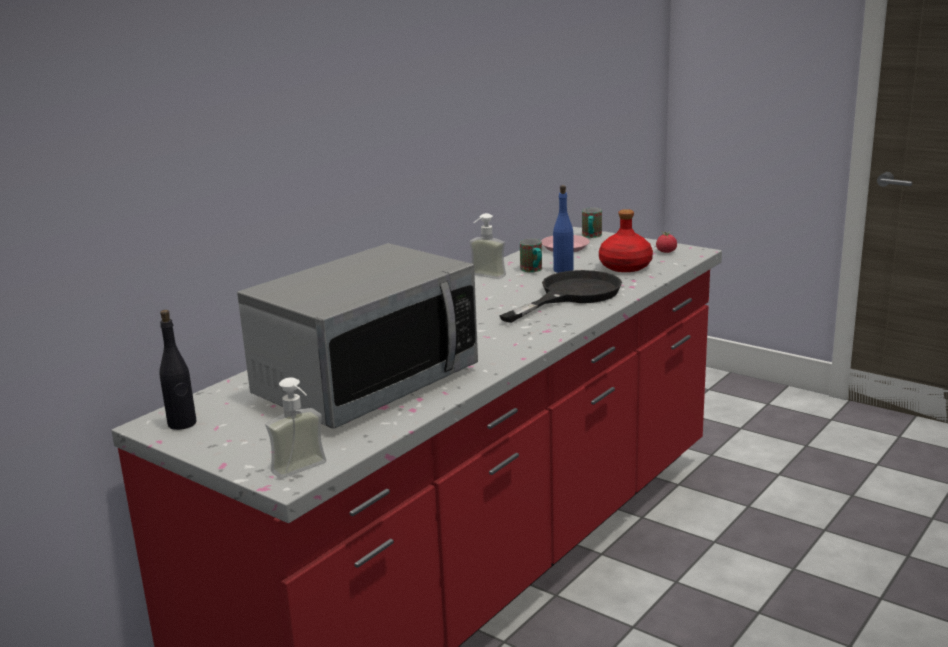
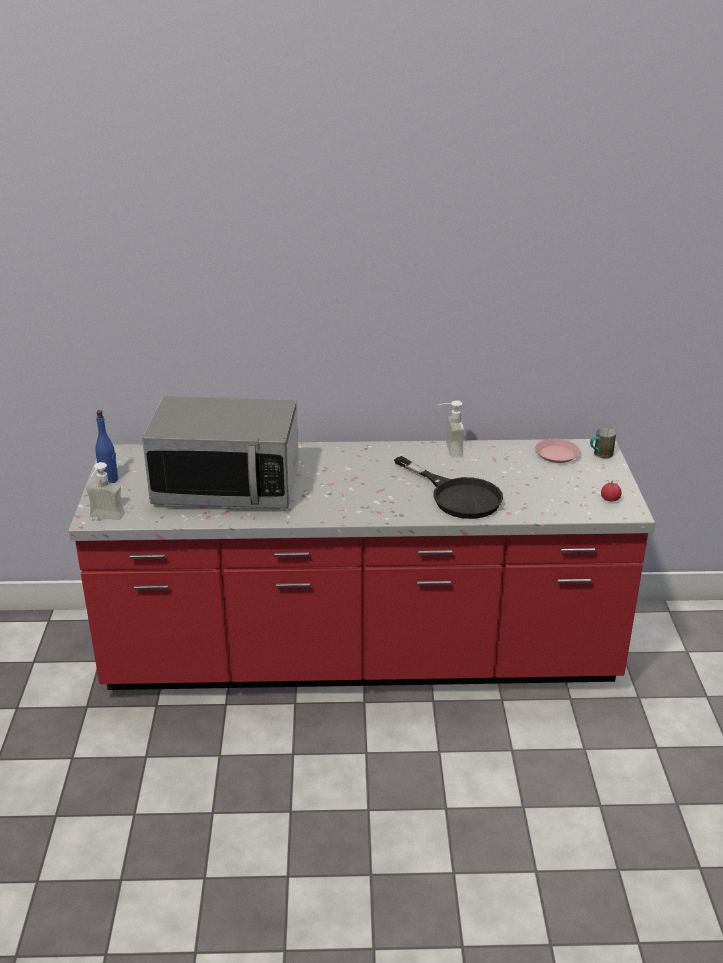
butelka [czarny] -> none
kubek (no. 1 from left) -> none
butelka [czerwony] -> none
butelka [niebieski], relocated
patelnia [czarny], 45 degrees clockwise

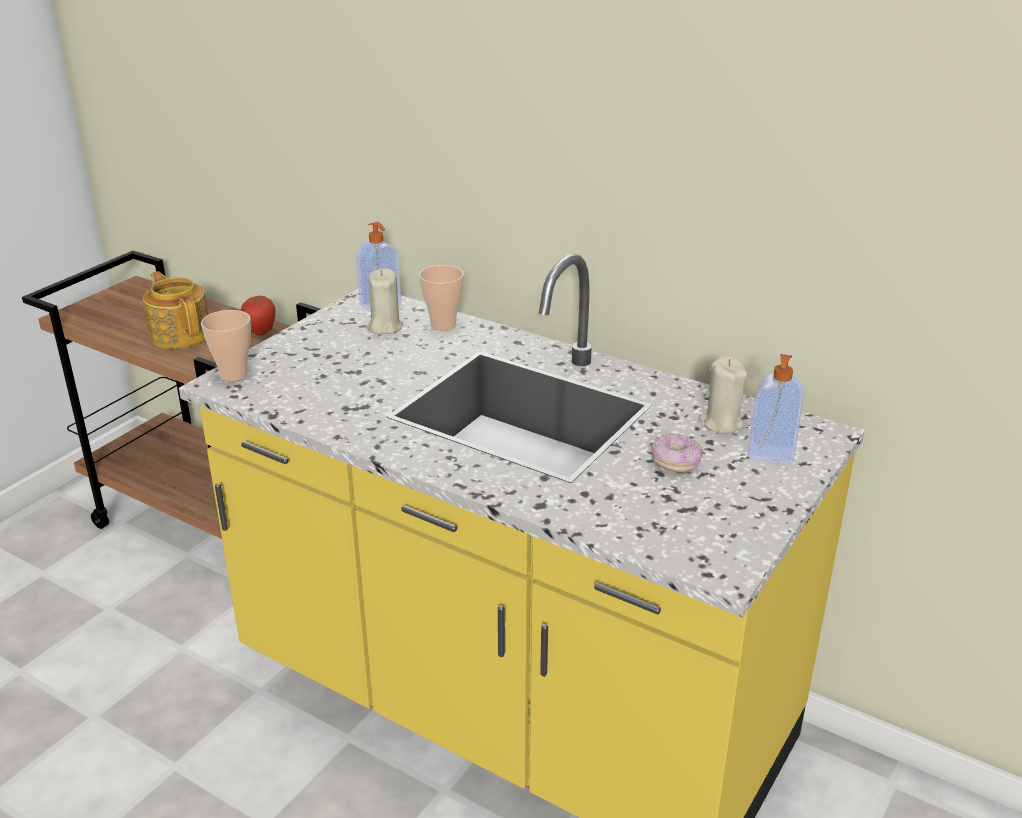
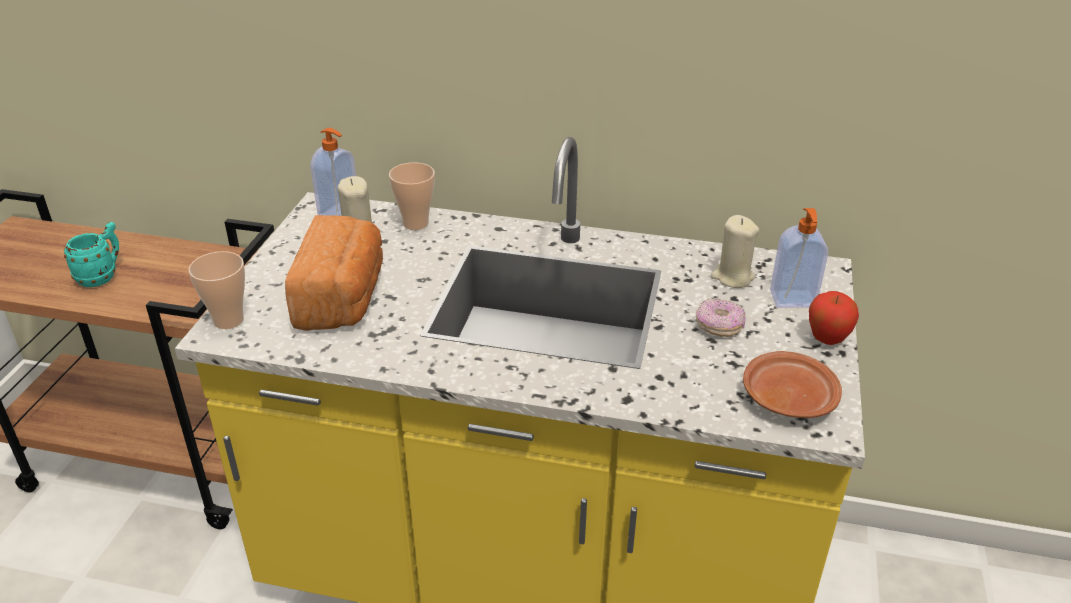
none -> chleb
none -> talerz [brązowy]
jabłko, relocated
imbryk -> kubek [turkusowy]

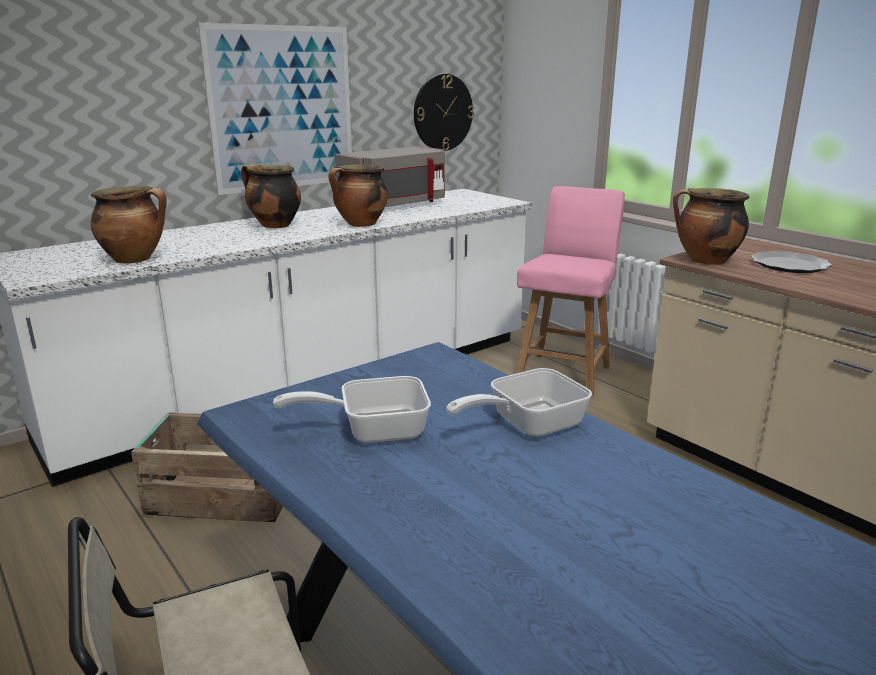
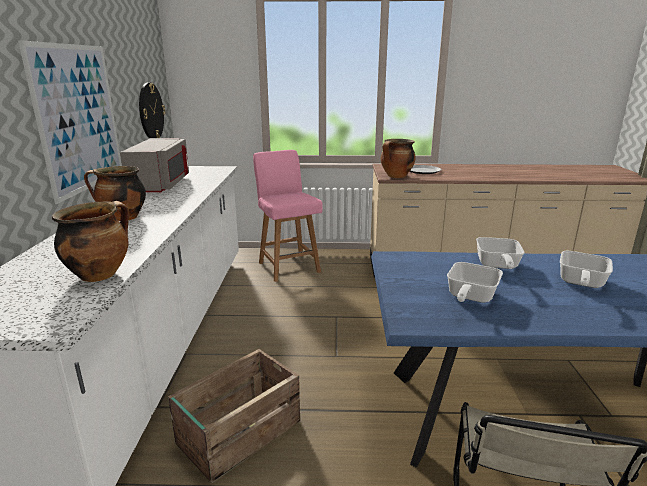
garnek (no. 3 from left) -> none
none -> patelnia (no. 3 from left)

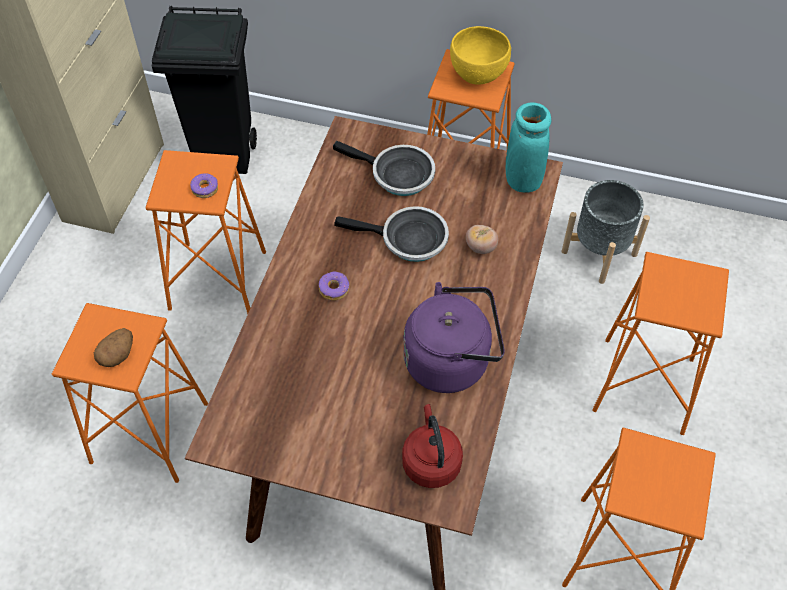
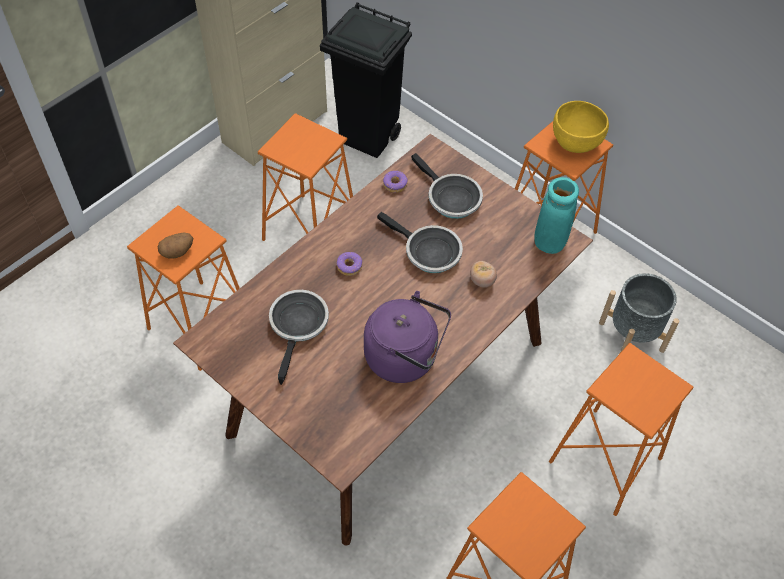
czajnik [czerwony] -> none
none -> patelnia (no. 1 from left)
donut (no. 1 from left in the first image) -> donut (no. 2 from left), relocated

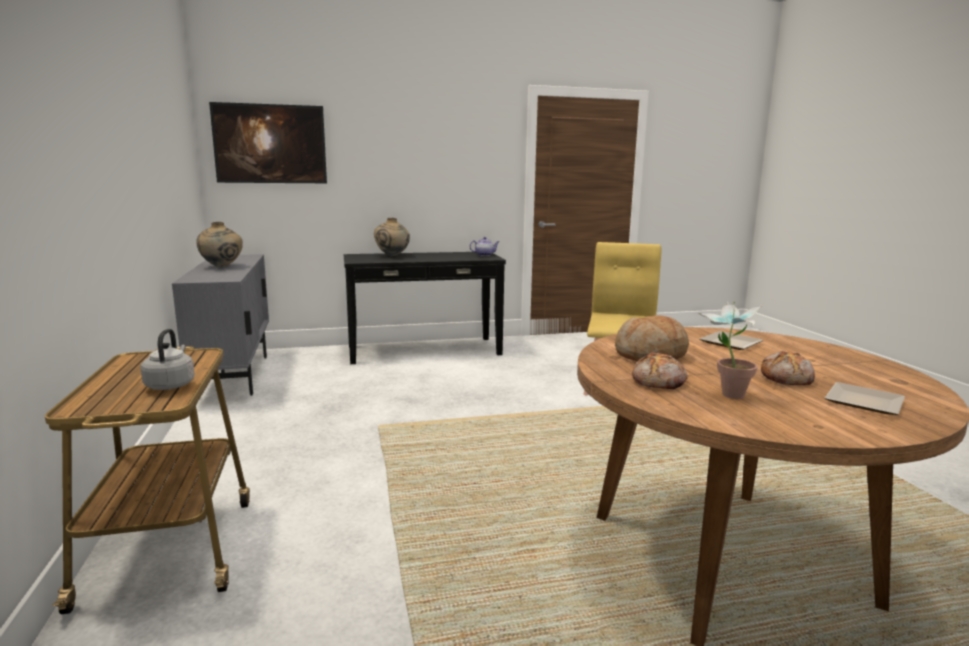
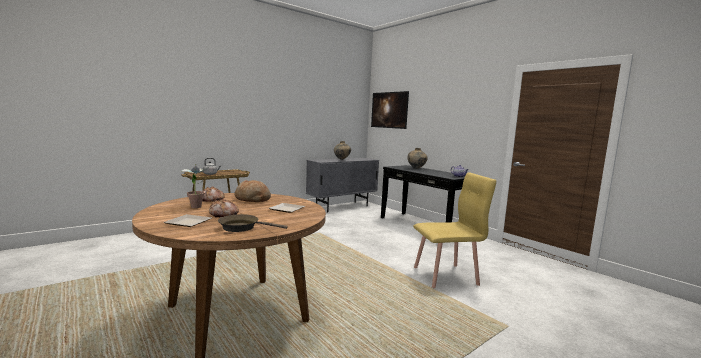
none -> patelnia [brązowy]

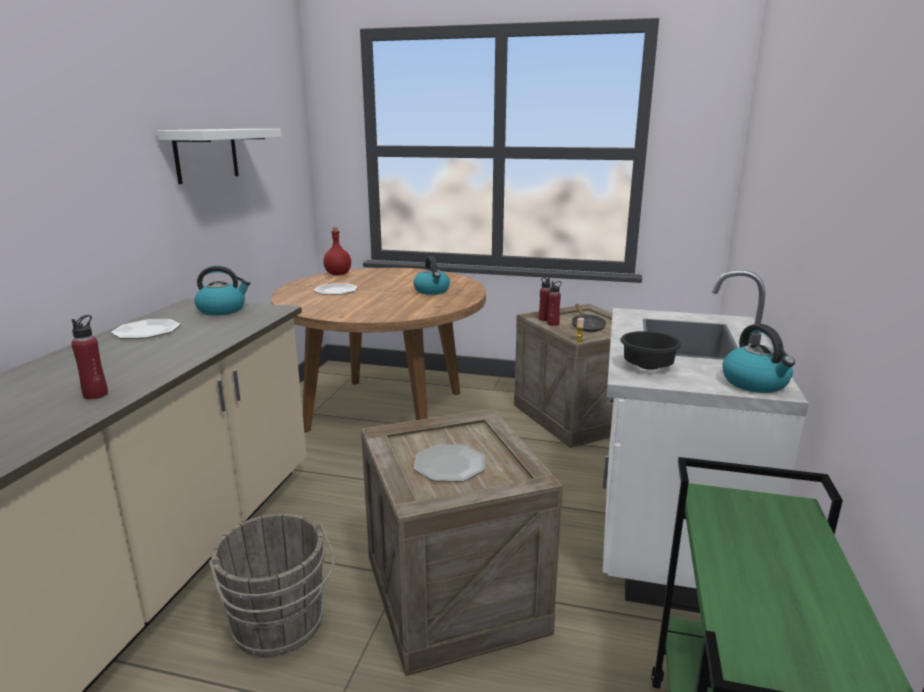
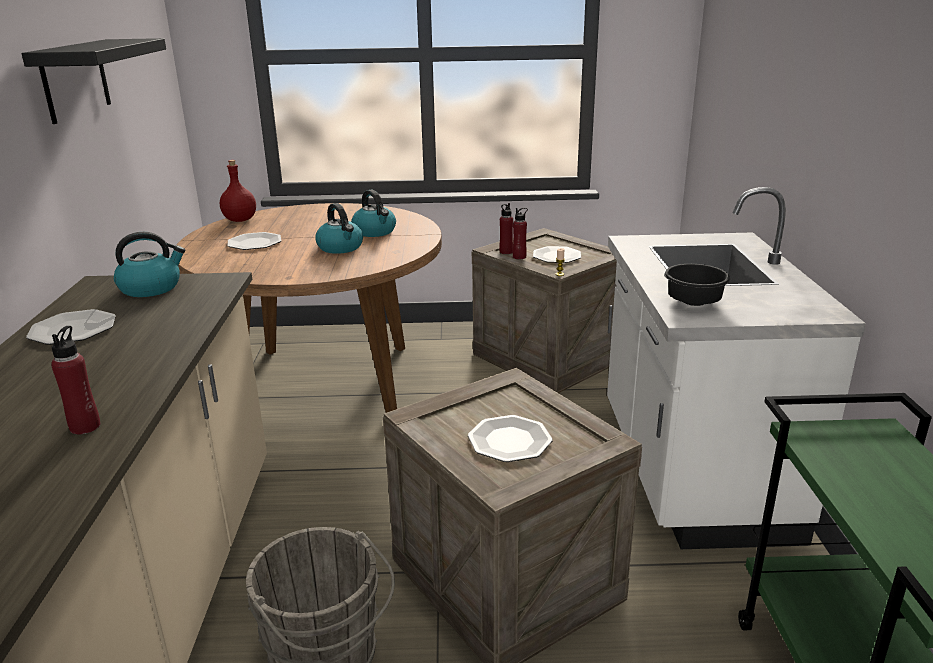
czajnik (no. 3 from left in the first image) -> czajnik (no. 2 from left), relocated
patelnia [czarny] -> talerz (no. 4 from left)
półka [biały] -> półka [czarny]

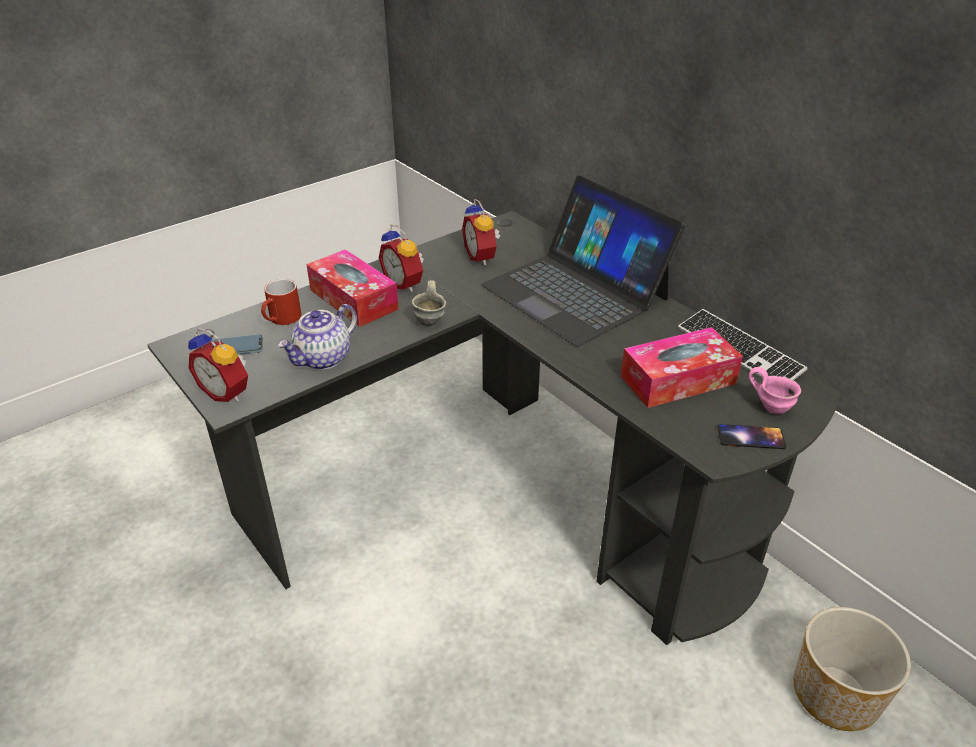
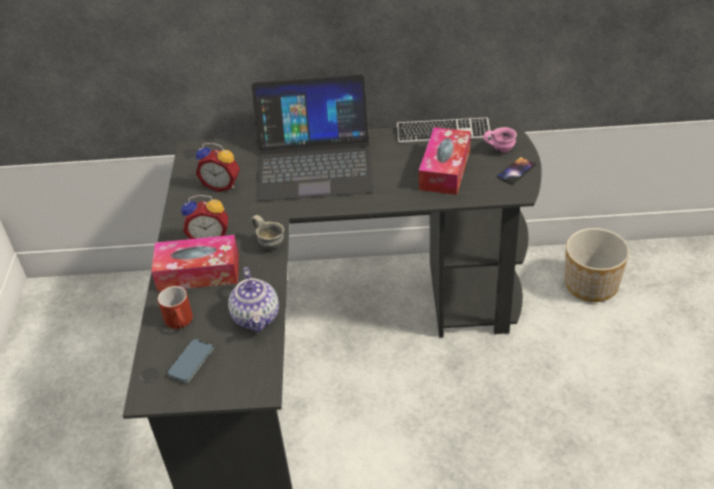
budzik (no. 1 from left) -> none

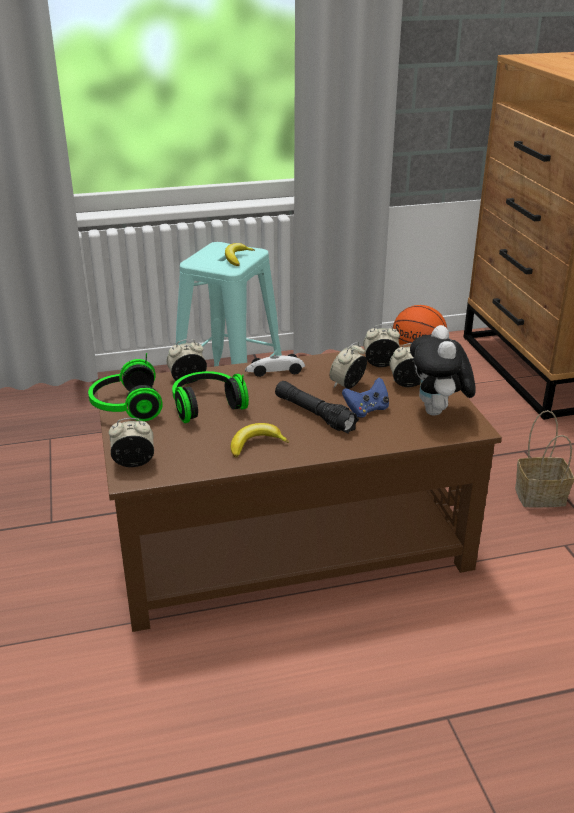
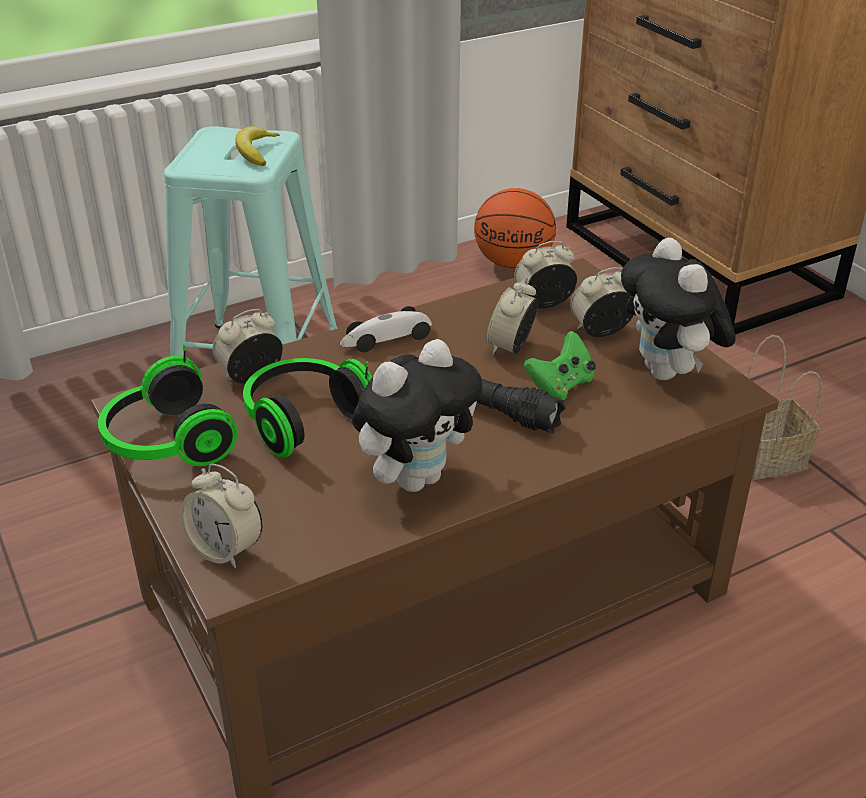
banan (no. 2 from left) -> pluszak (no. 1 from left)
pad do gier [niebieski] -> pad do gier [zielony]
budzik (no. 1 from left), 120 degrees counterclockwise

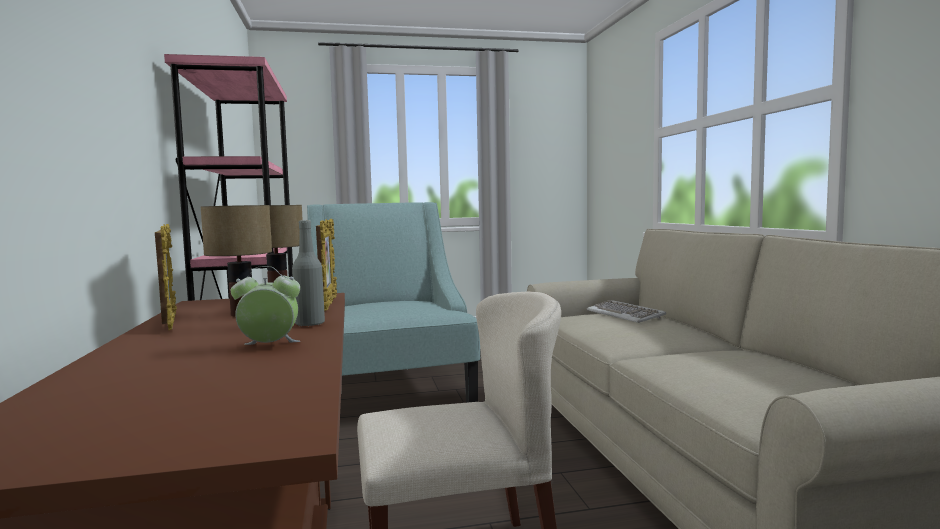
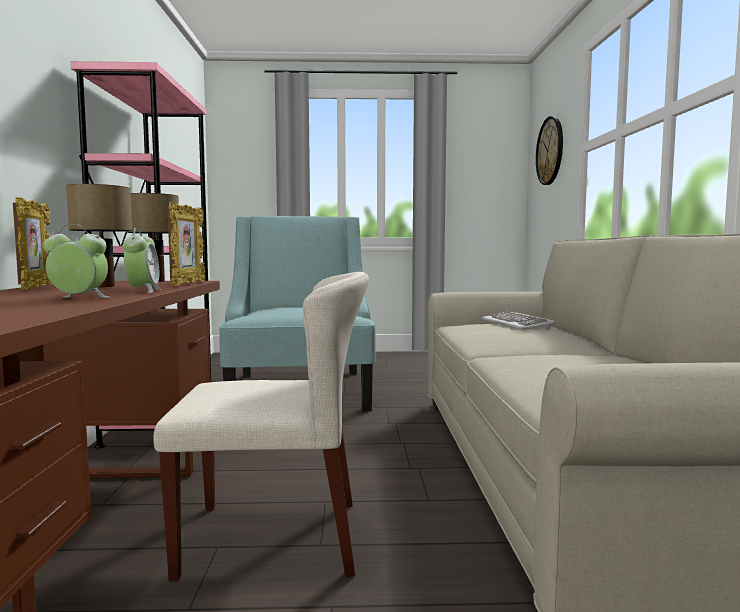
none -> zegar ścienny
butelka [szary] -> budzik (no. 2 from left)

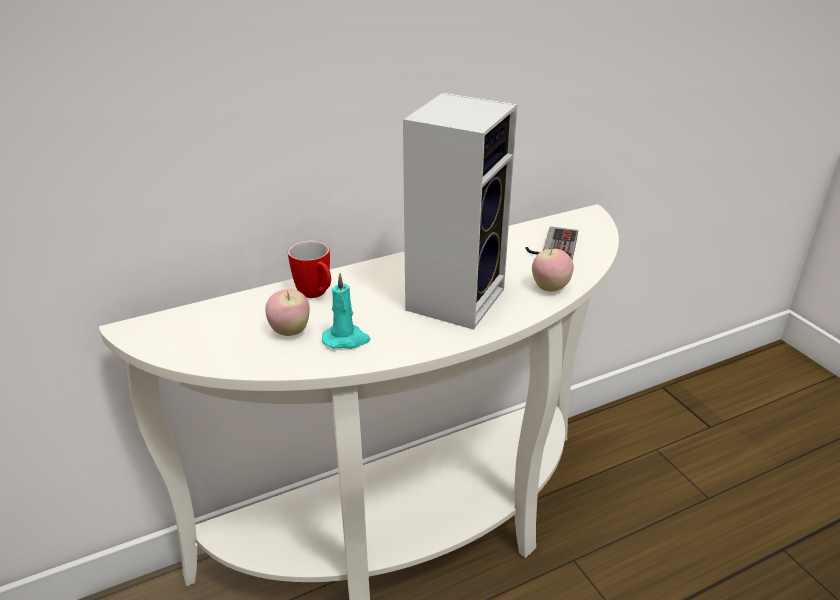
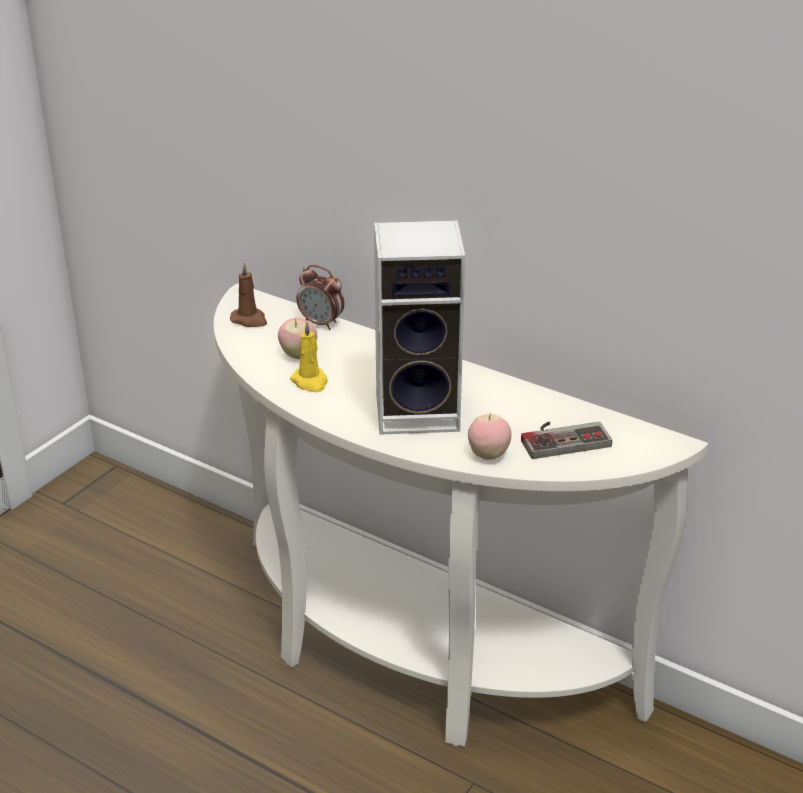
kubek -> none
none -> świeca [brązowy]
none -> budzik
świeca [turkusowy] -> świeca [żółty]

